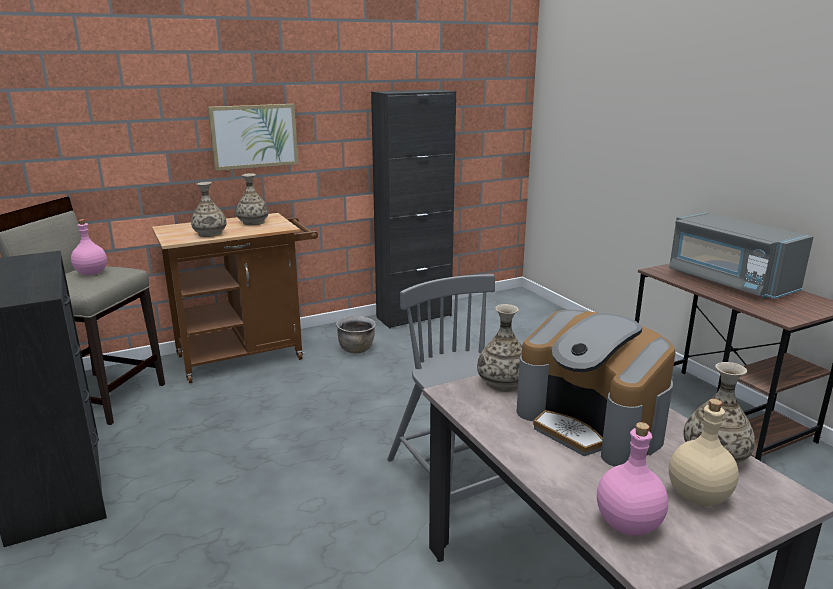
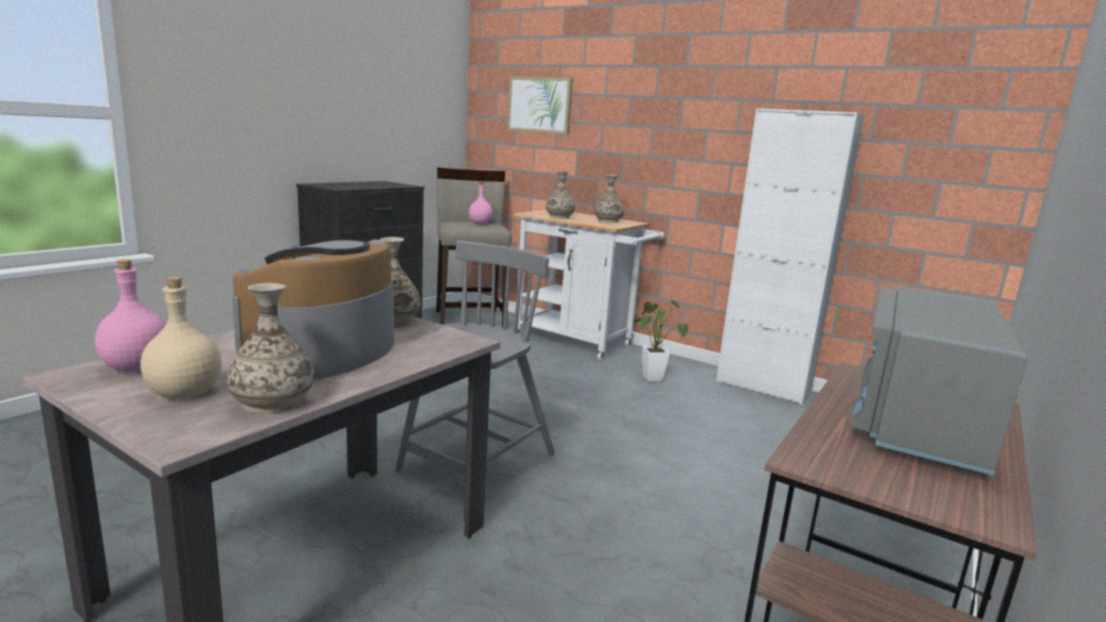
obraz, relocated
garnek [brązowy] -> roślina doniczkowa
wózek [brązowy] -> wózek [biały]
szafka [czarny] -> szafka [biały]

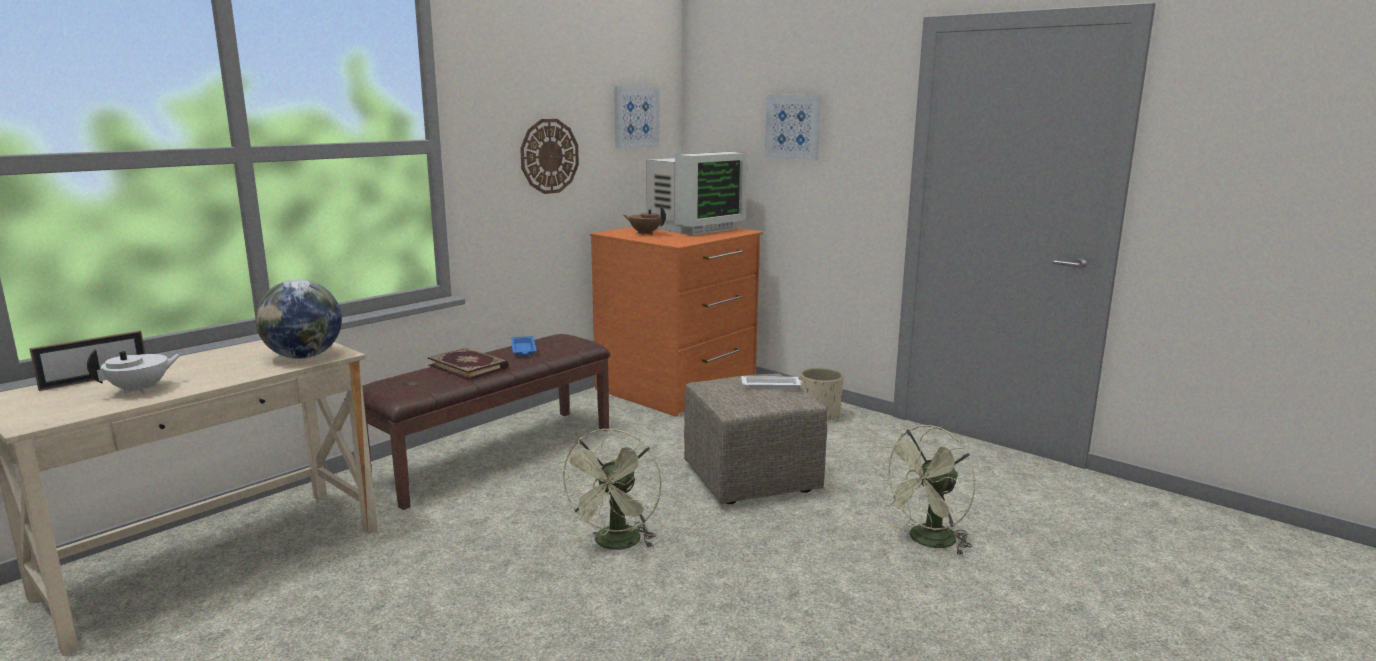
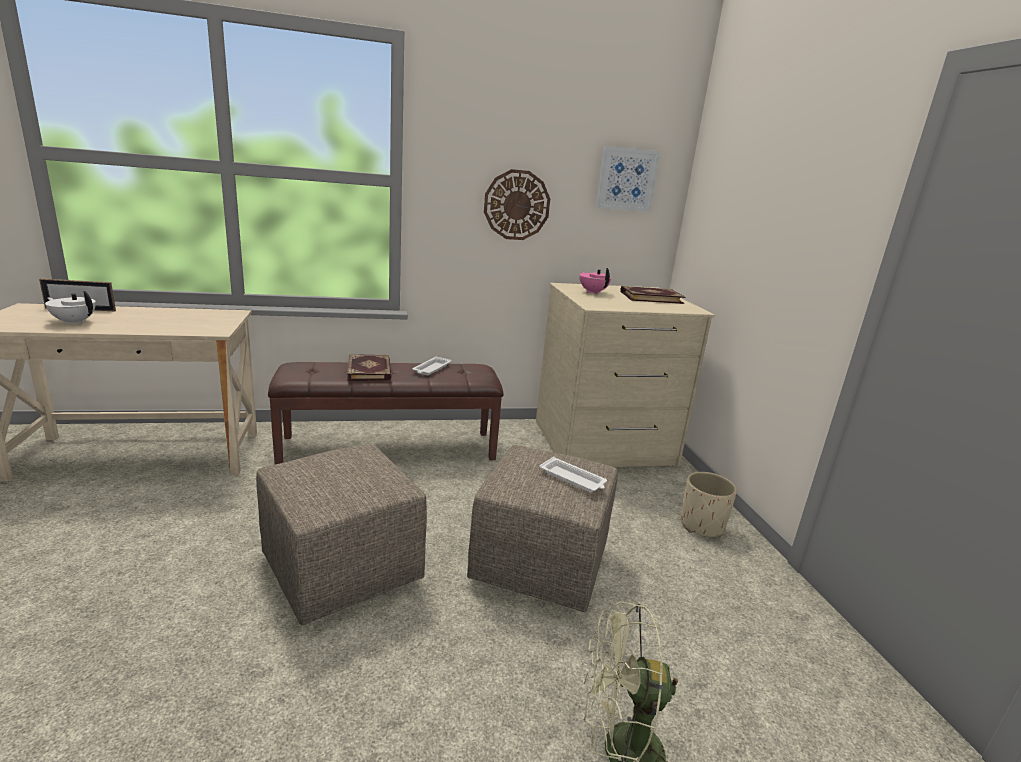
globus -> none
obraz (no. 2 from left) -> none
wentylator [zielony] (no. 1 from left) -> pufa [beżowy] (no. 1 from left)
monitor -> książka (no. 2 from left)
taca [niebieski] -> taca [biały] (no. 1 from left)
komoda [pomarańczowy] -> komoda [beżowy]
imbryk [brązowy] -> imbryk [różowy]
imbryk [biały], 150 degrees counterclockwise

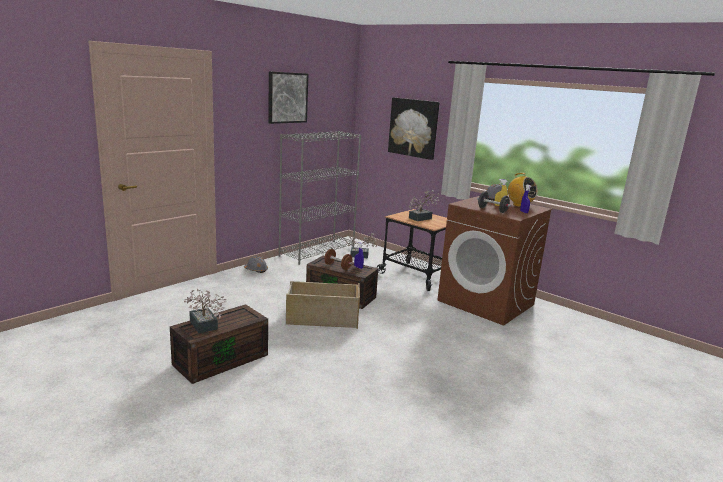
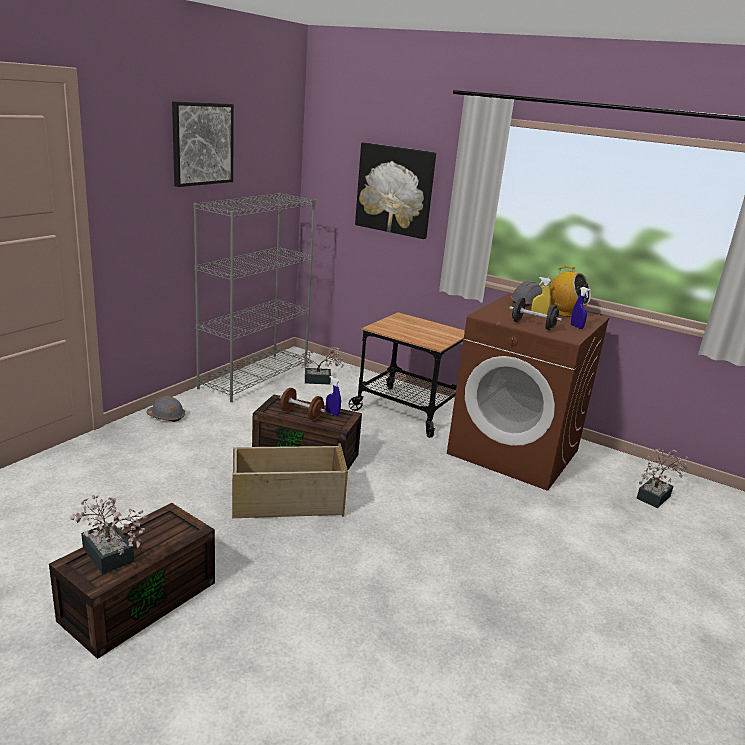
roślina doniczkowa (no. 3 from left), relocated

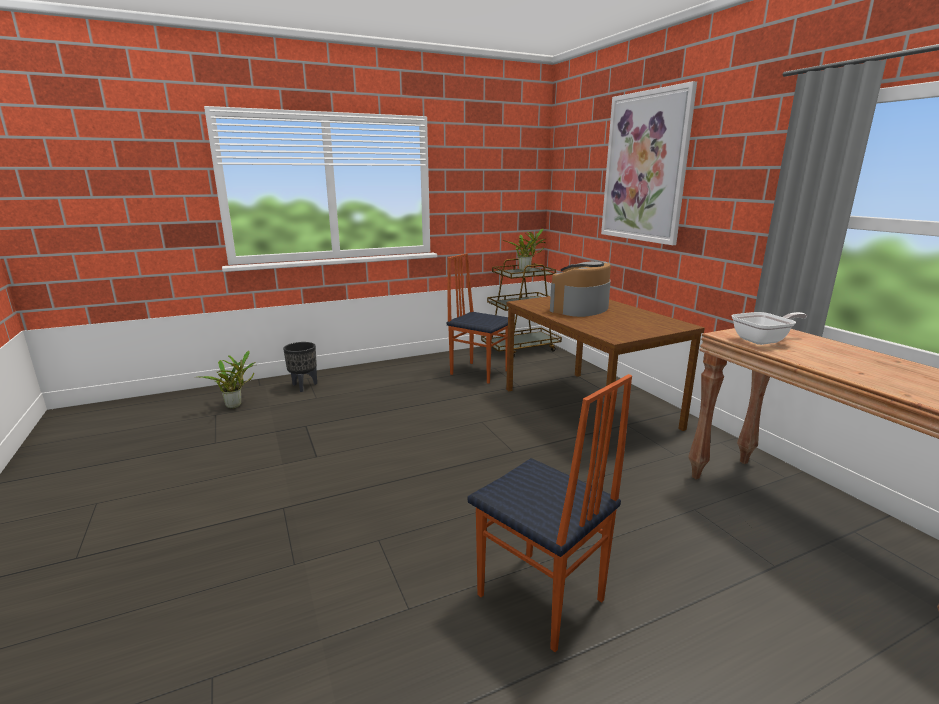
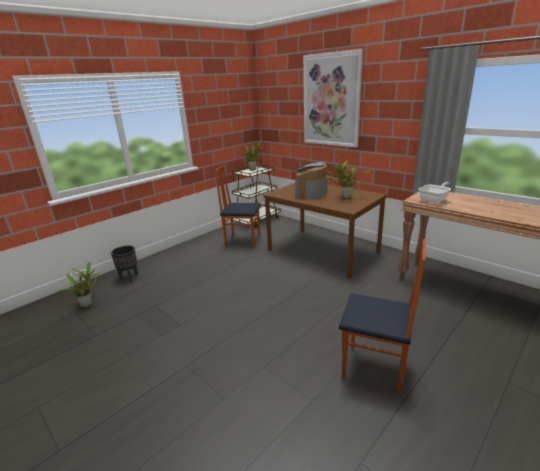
none -> roślina doniczkowa (no. 3 from left)

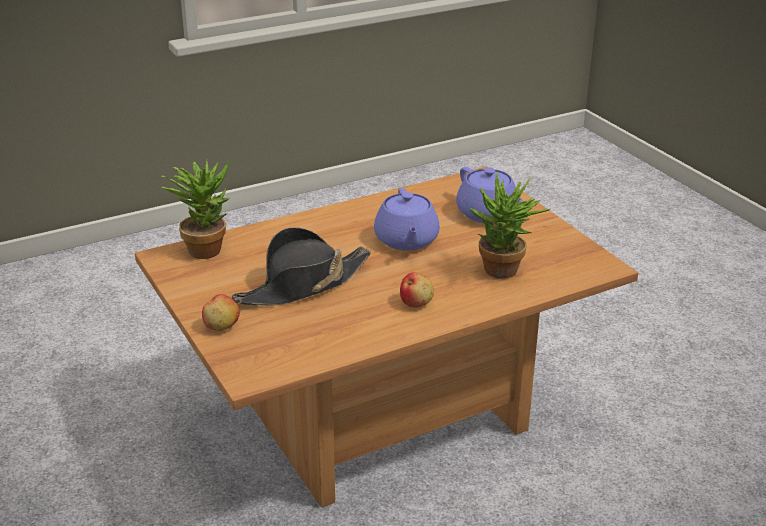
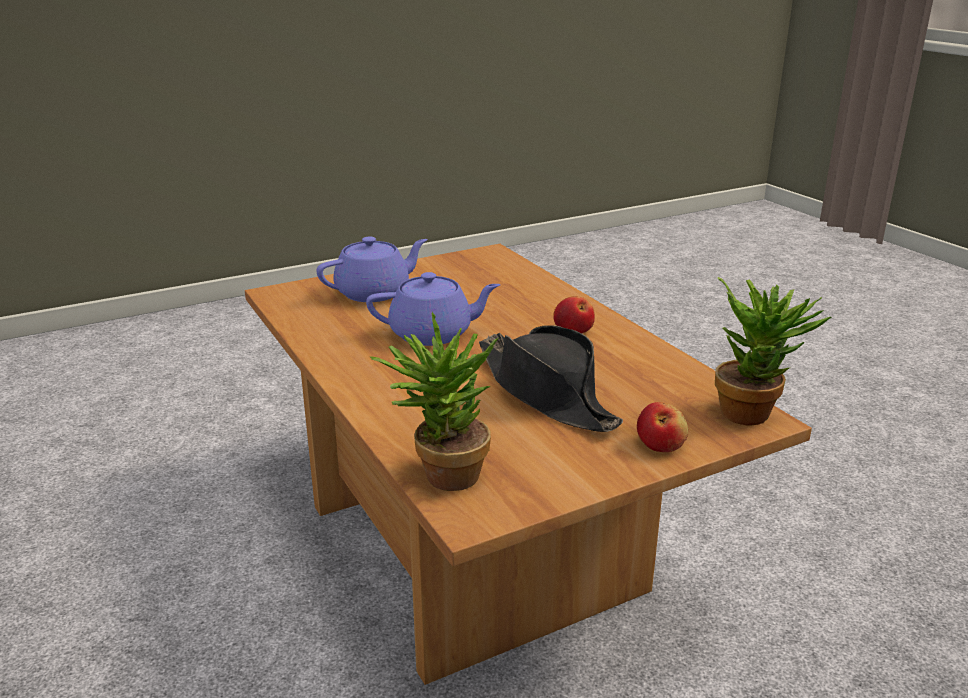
roślina doniczkowa (no. 2 from left), relocated

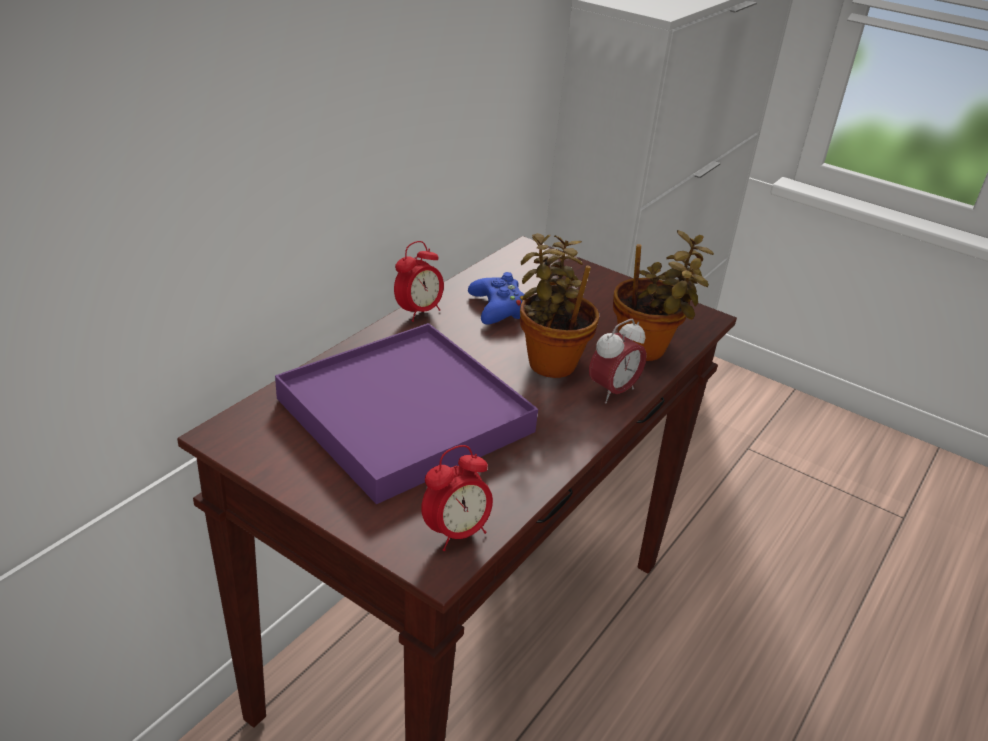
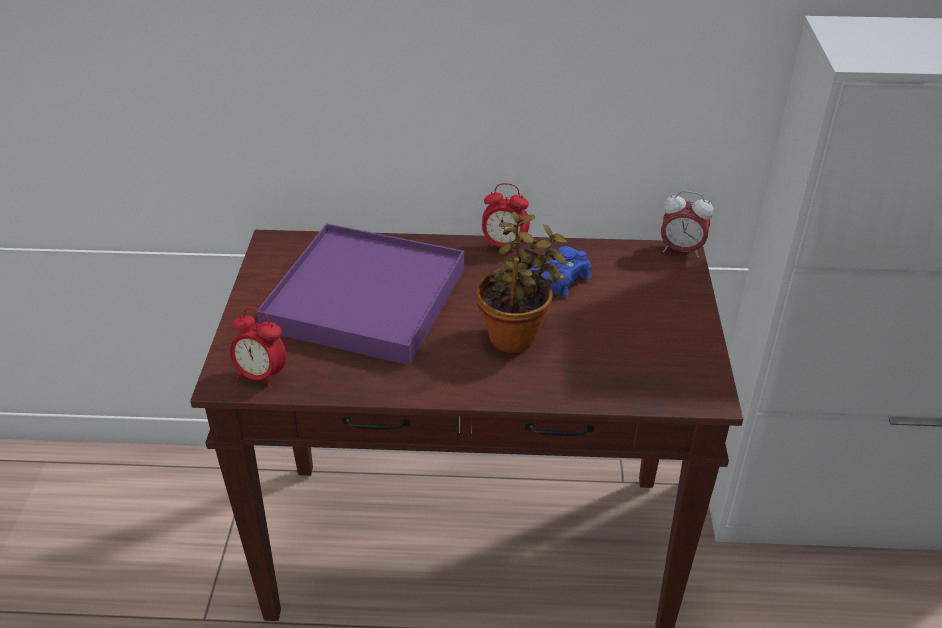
roślina doniczkowa (no. 2 from left) -> none
budzik (no. 3 from left), relocated

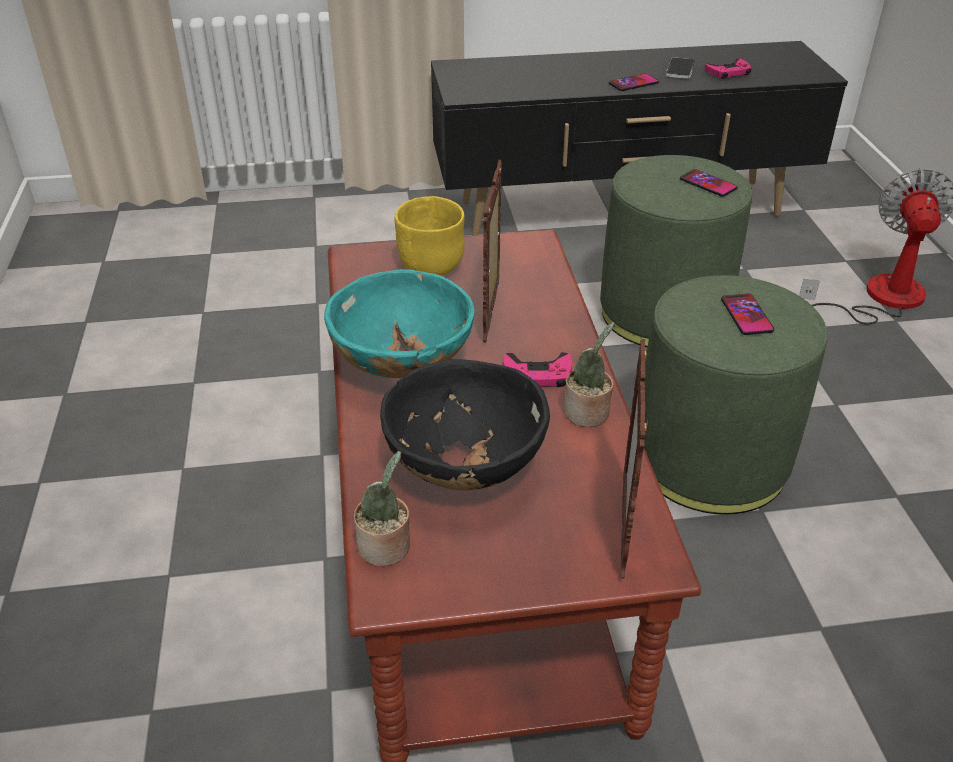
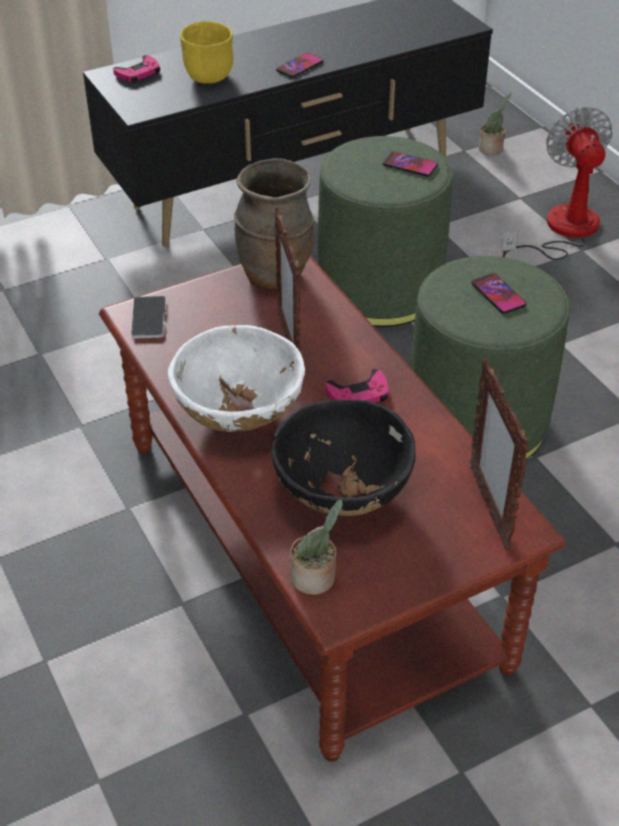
none -> wazon [brązowy]
miska [żółty], relocated
roślina doniczkowa (no. 2 from left), relocated
telefon (no. 2 from left in the first image) -> telefon (no. 1 from left), relocated
pad do gier [różowy] (no. 2 from left in the first image) -> pad do gier [różowy] (no. 1 from left), relocated
miska [turkusowy] -> miska [biały]

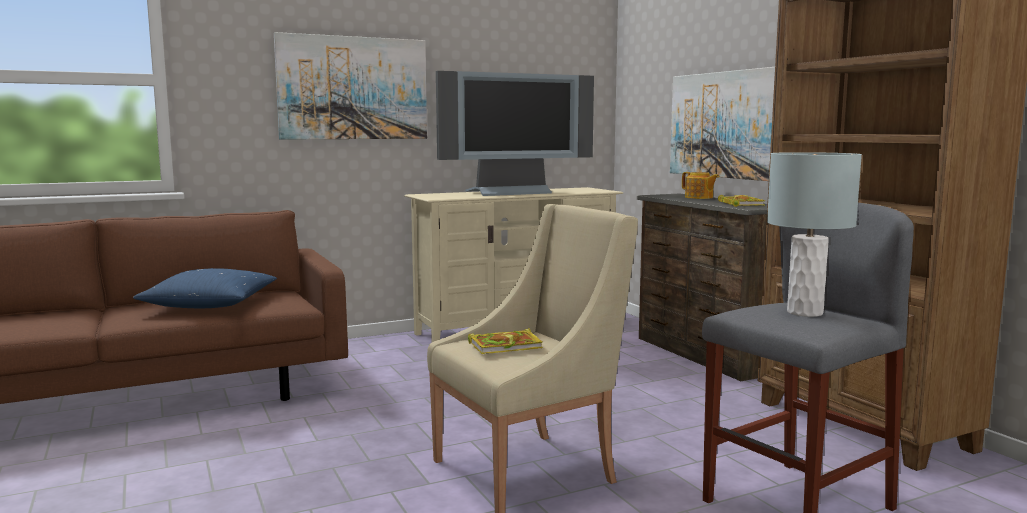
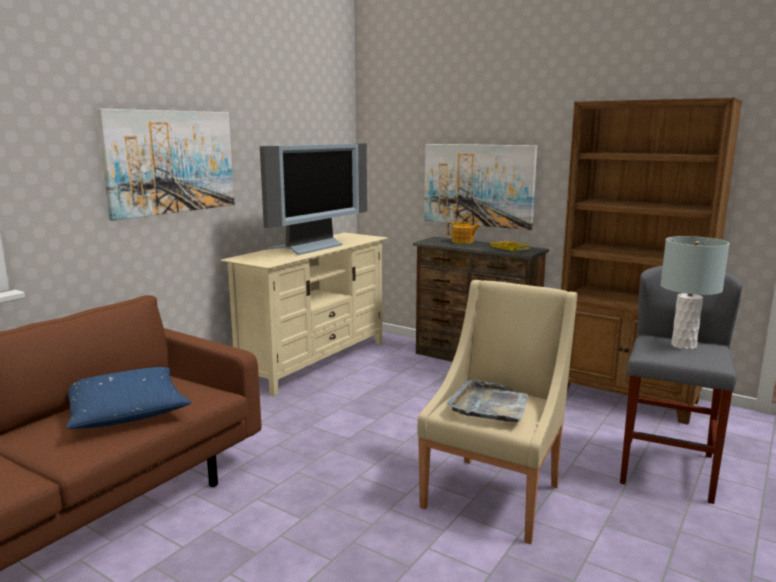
książka (no. 1 from left) -> taca [szary]

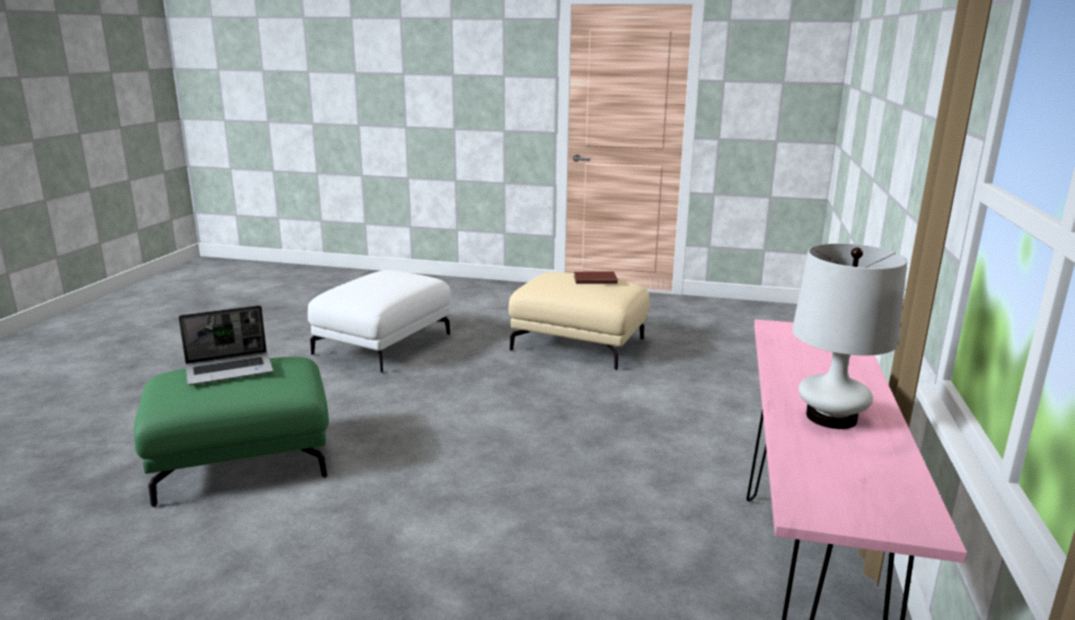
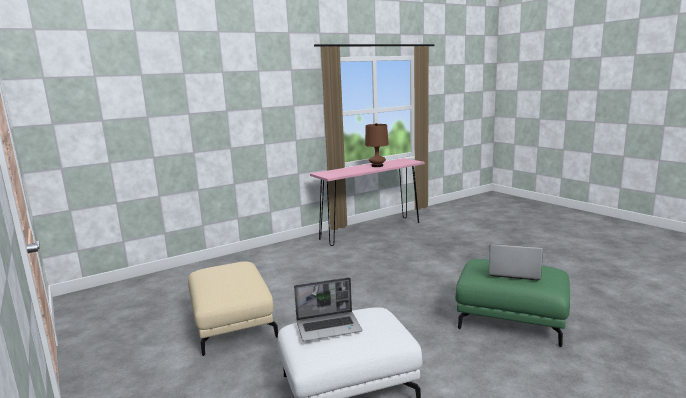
książka [brązowy] -> none
none -> laptop (no. 1 from left)
lampa stołowa [biały] -> lampa stołowa [brązowy]

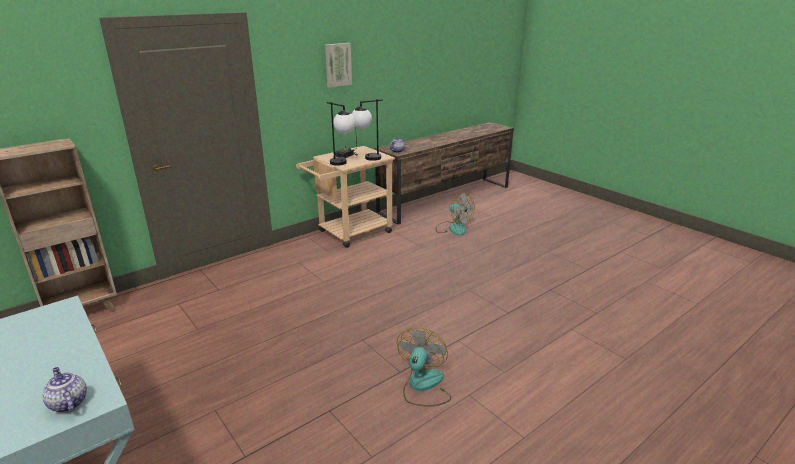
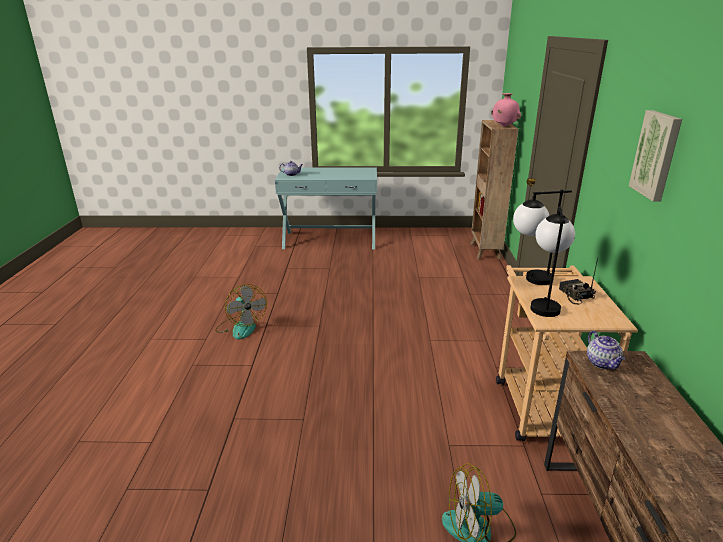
none -> wazon [różowy]

